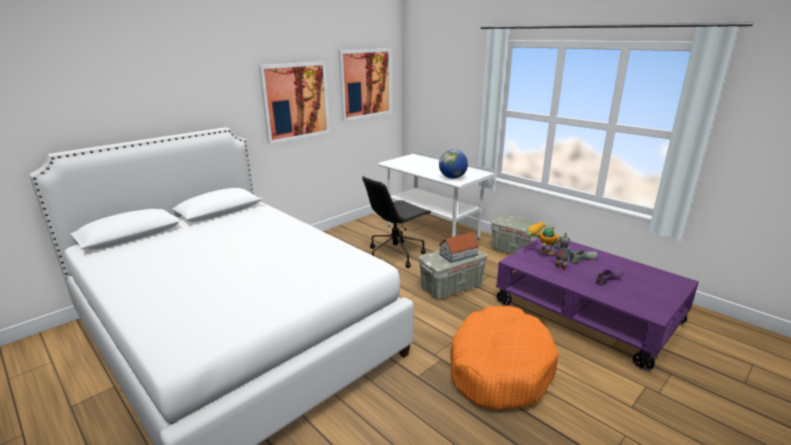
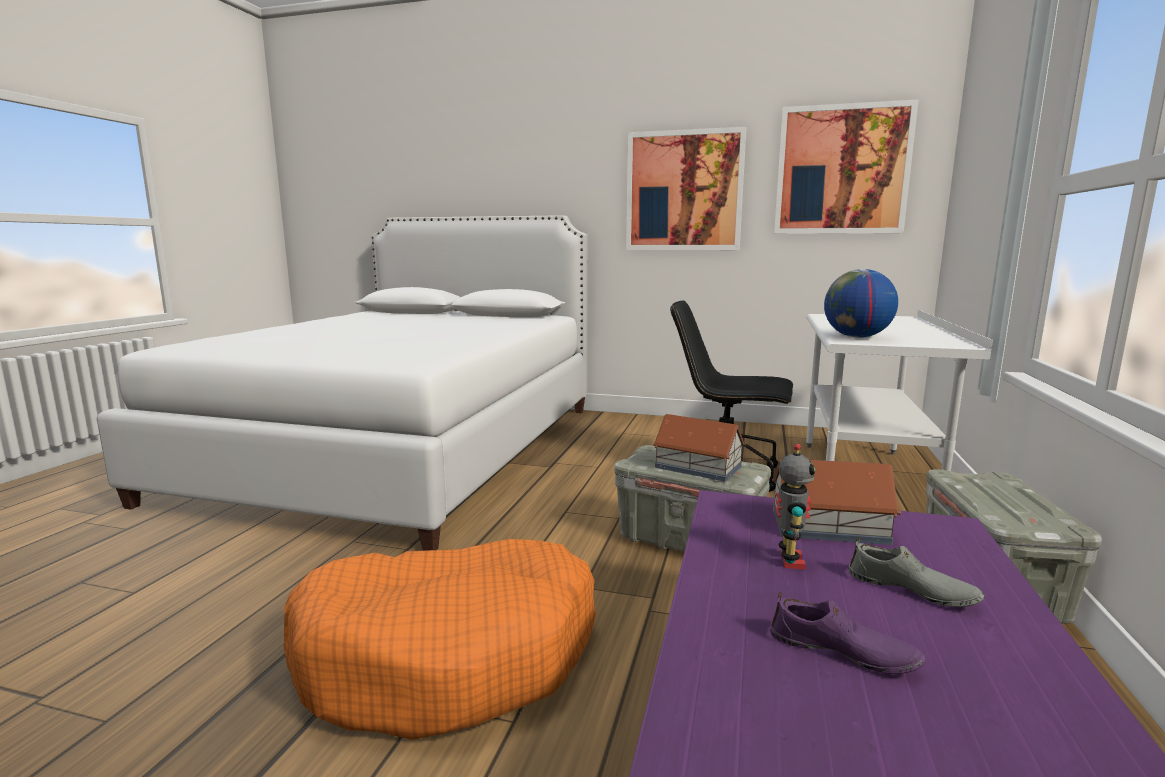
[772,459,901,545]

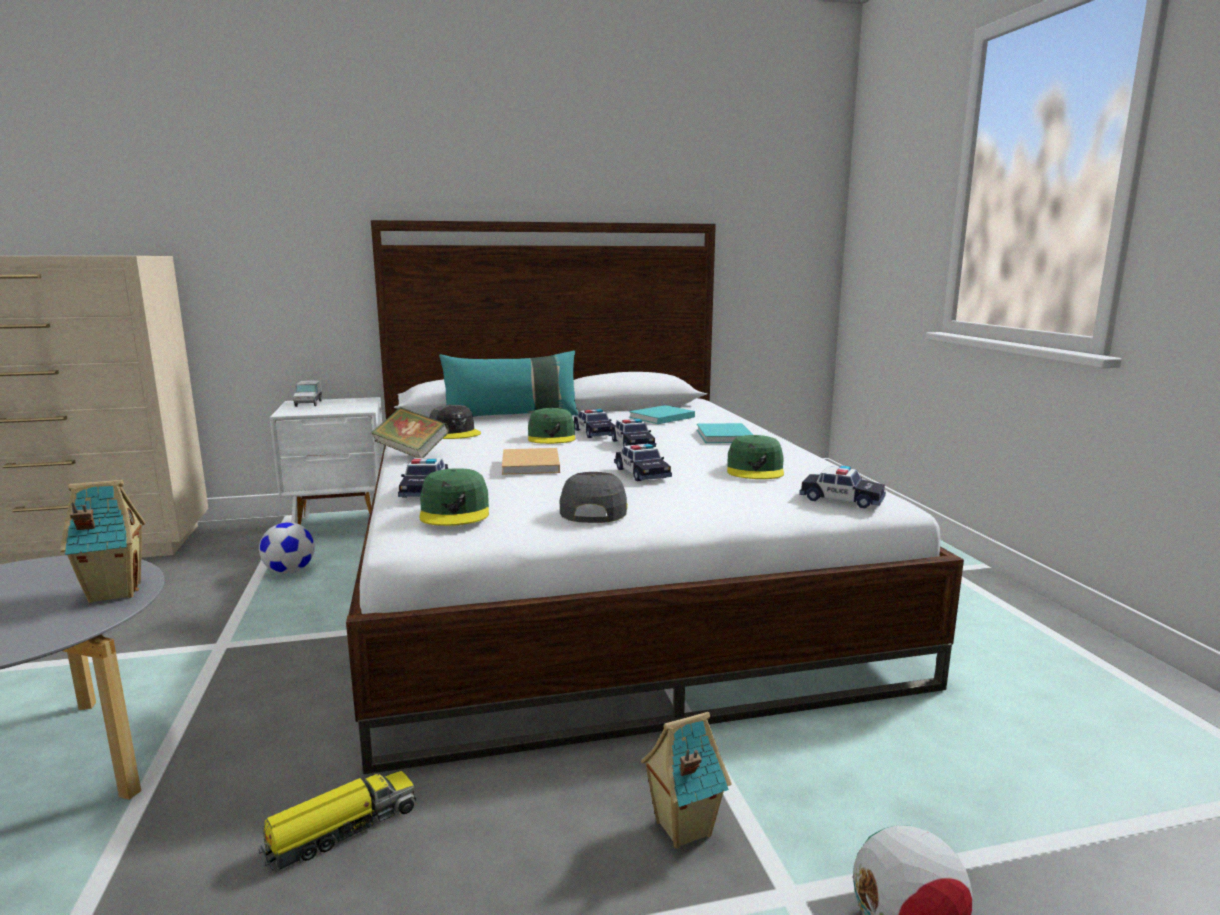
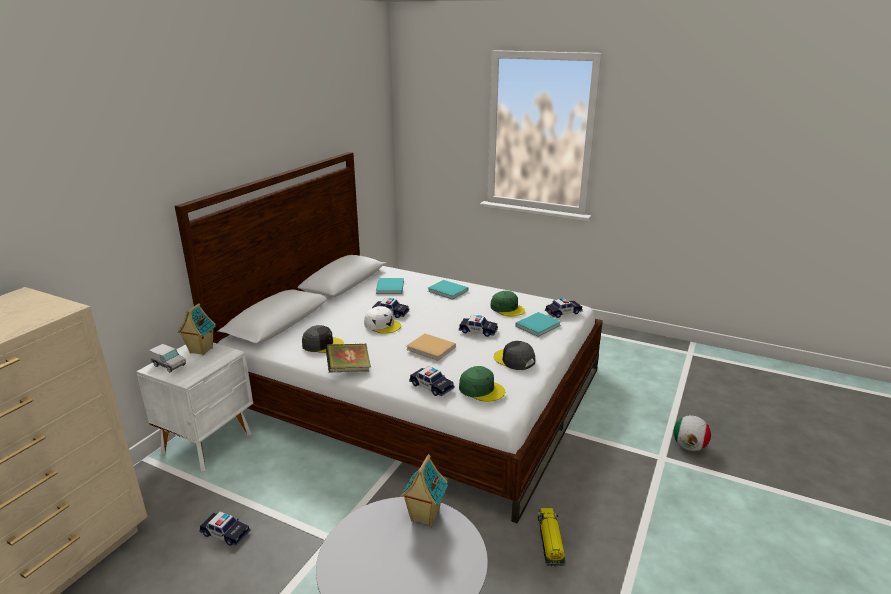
[259,523,315,574] (first image)
[439,350,578,417] (first image)
[515,312,561,337]
[199,511,251,546]
[178,303,216,356]
[364,306,401,334]

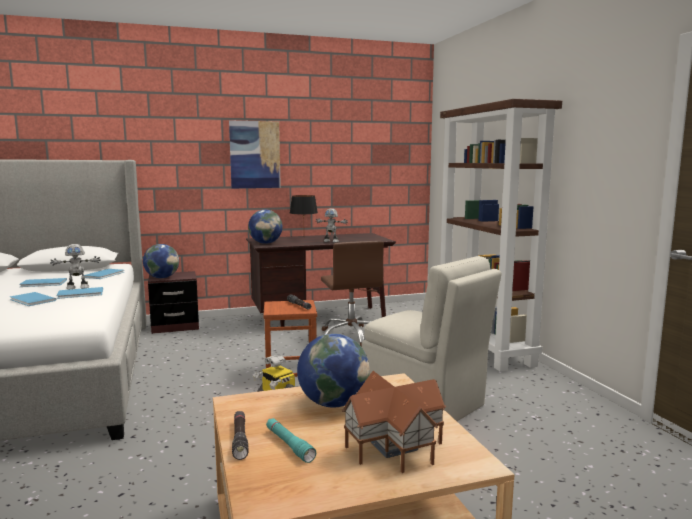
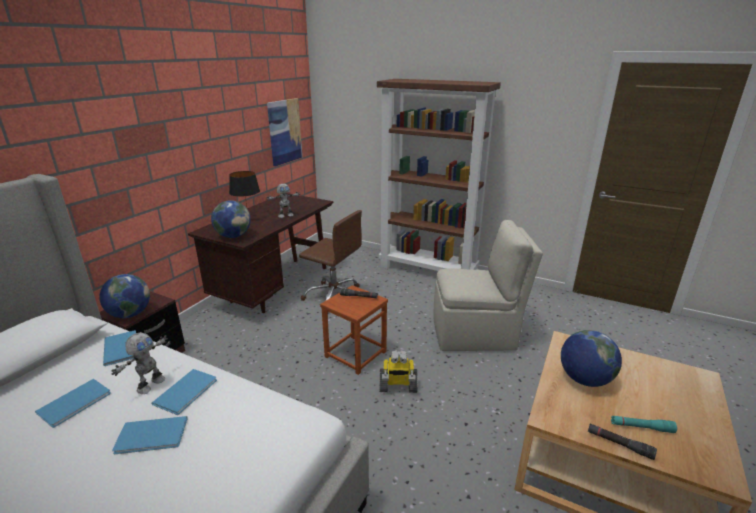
[342,371,446,473] (first image)
[267,98,302,166]

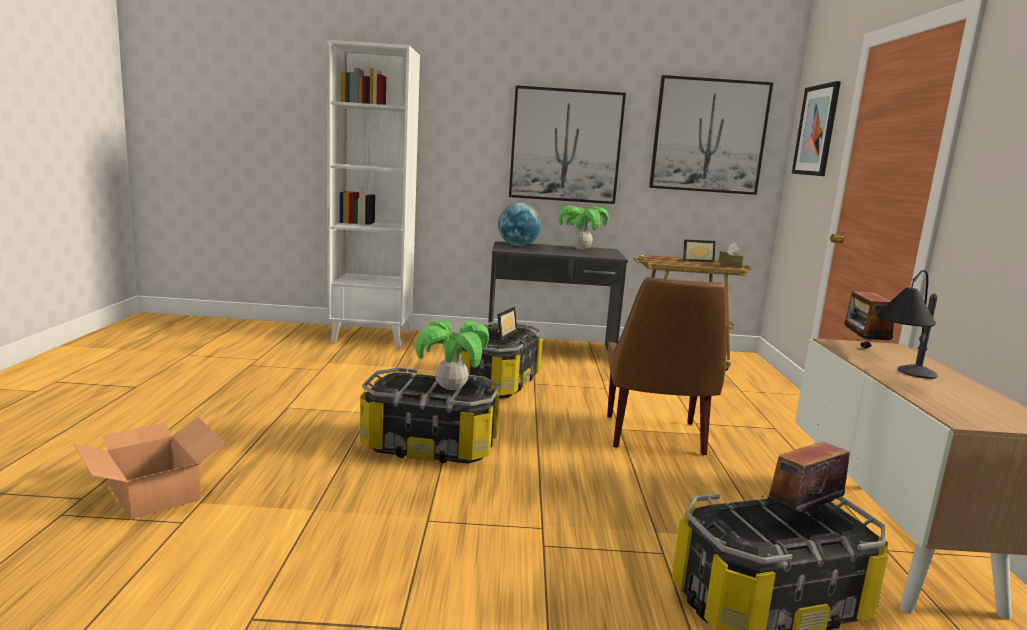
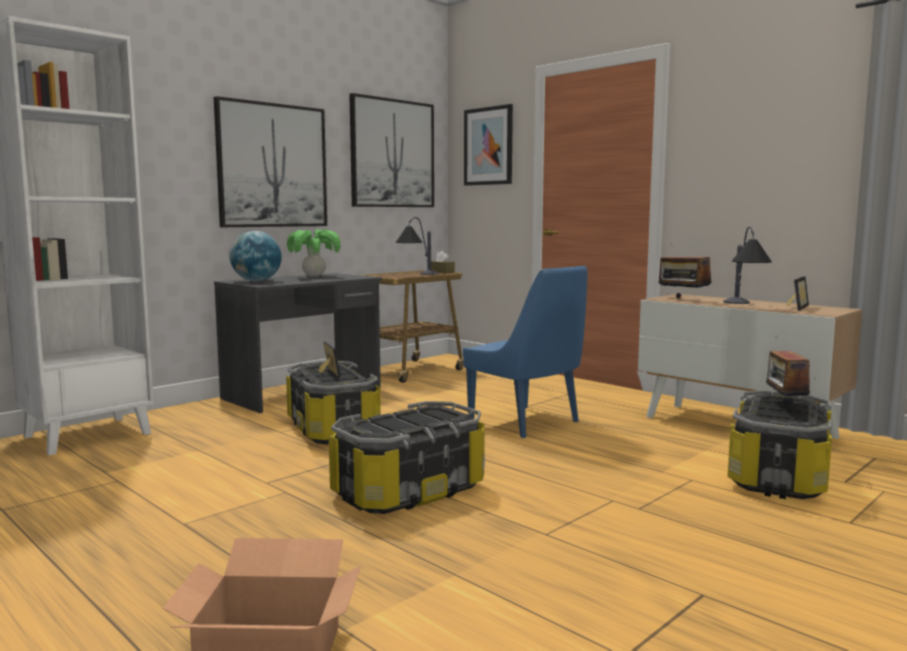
[415,320,489,390] (first image)
[396,217,438,275]
[786,276,809,311]
[463,266,588,438]

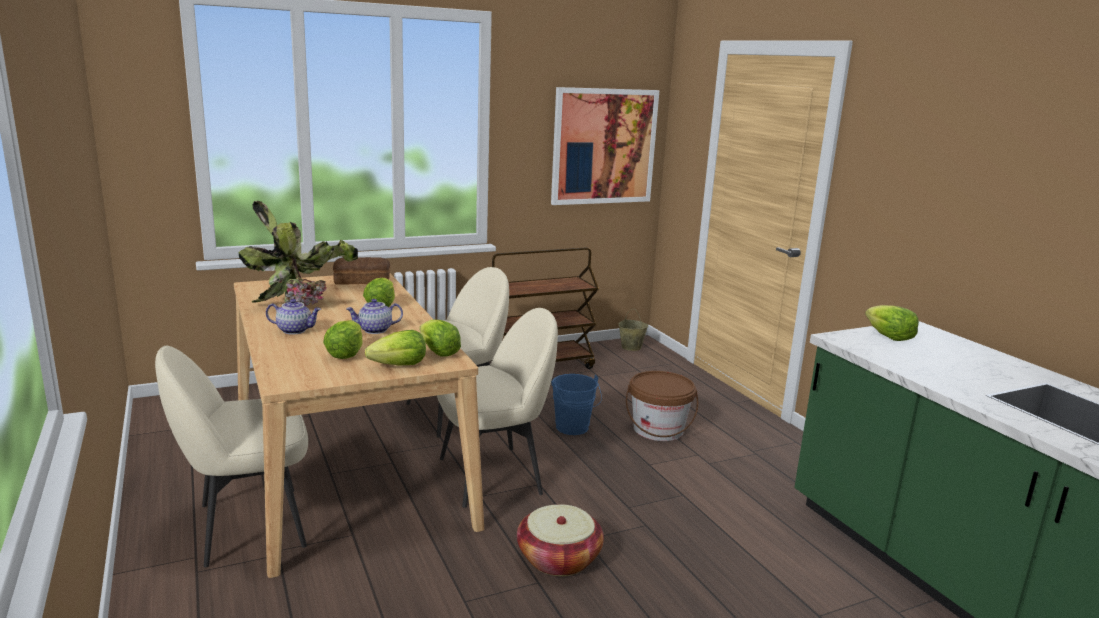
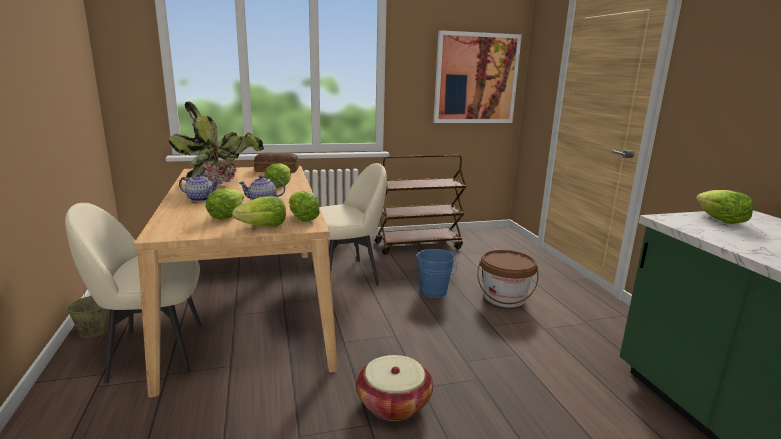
[437,308,558,508] (first image)
[66,287,110,338]

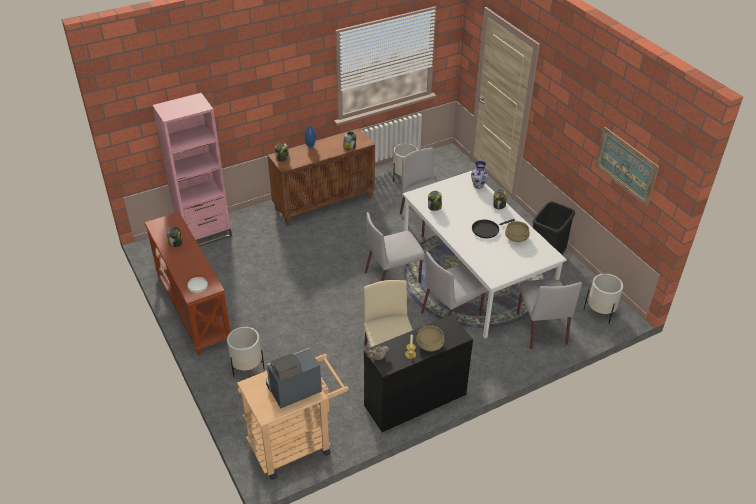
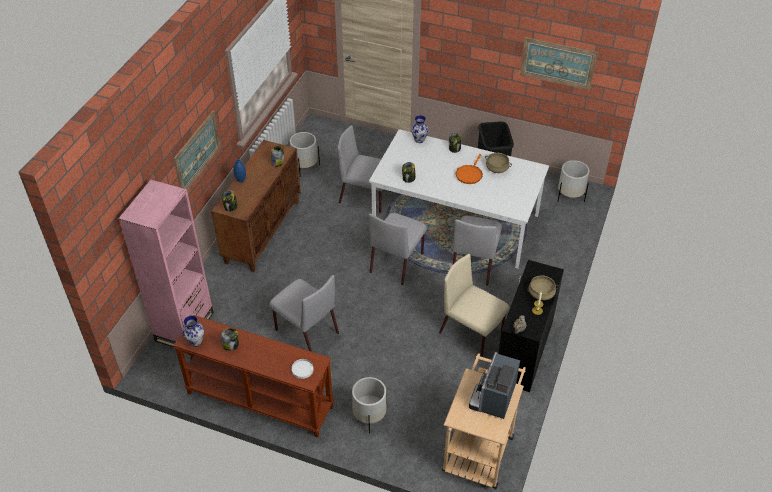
[173,111,221,191]
[182,315,204,347]
[269,275,339,352]
[456,154,483,184]

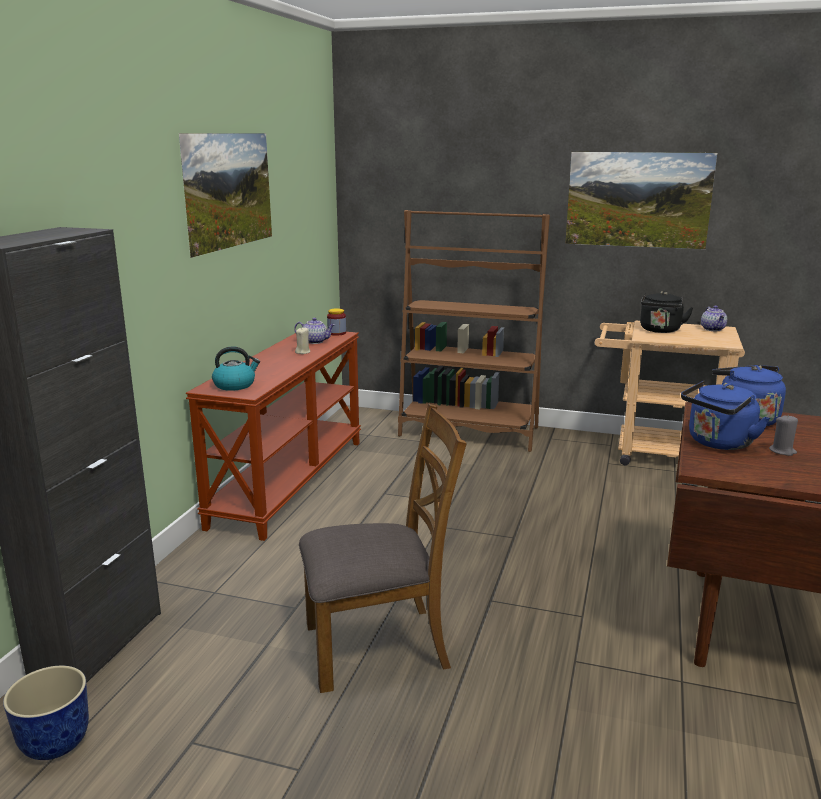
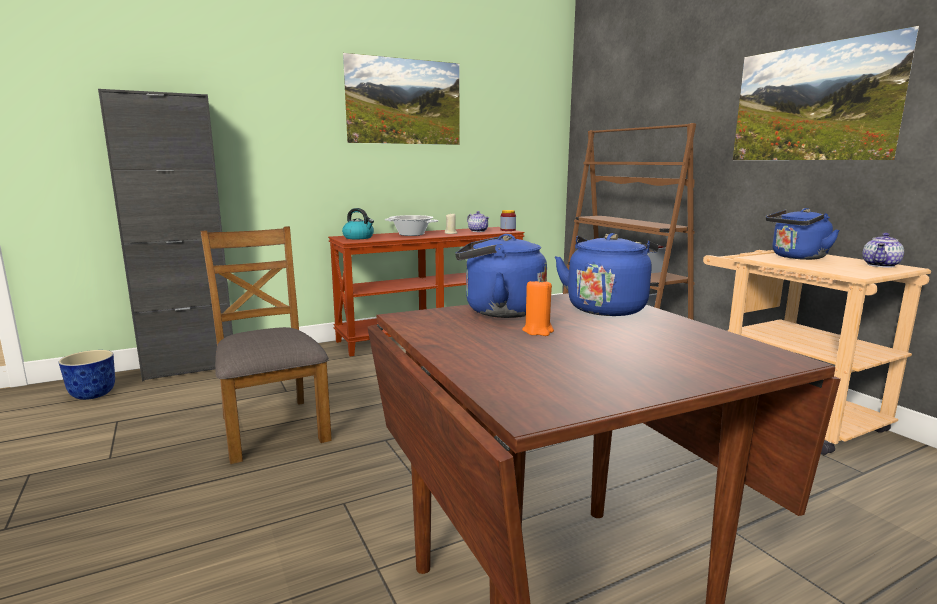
[385,215,438,236]
[766,208,840,260]
[522,278,554,336]
[201,226,332,464]

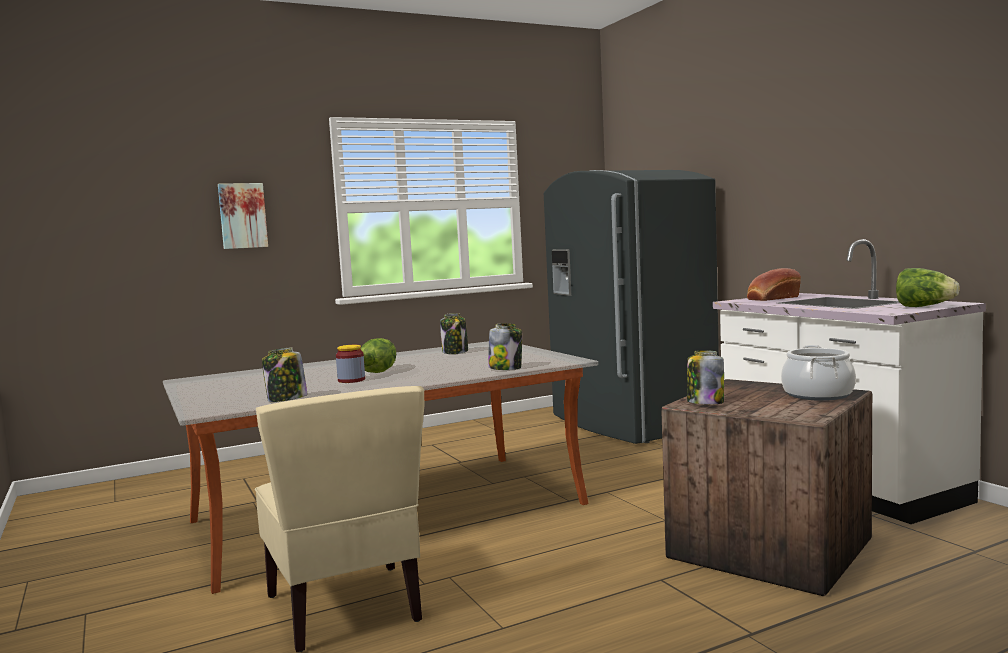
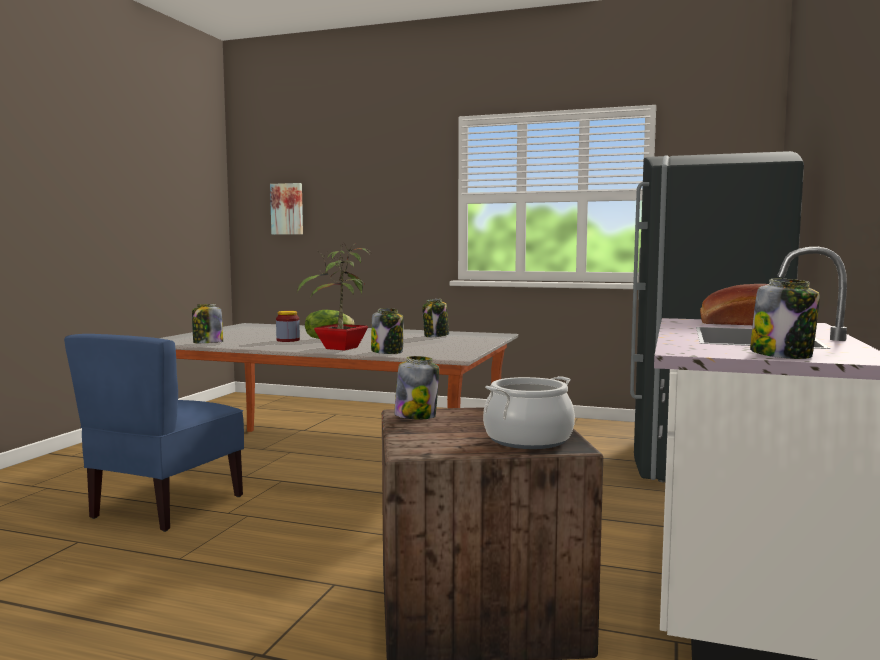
[297,243,371,351]
[270,183,303,235]
[750,279,820,359]
[64,334,244,532]

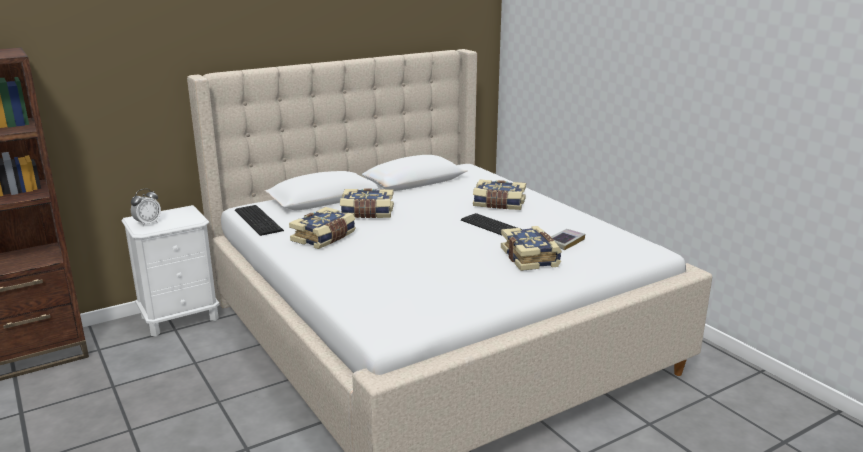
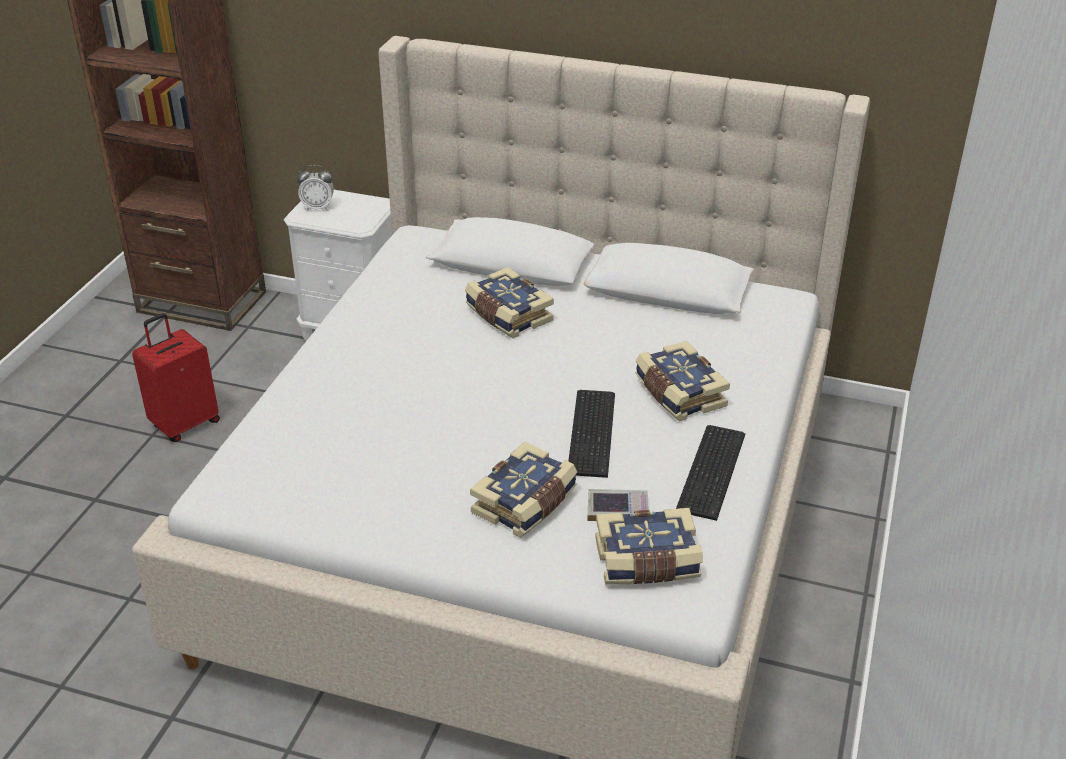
[132,313,220,442]
[676,425,745,521]
[595,508,703,584]

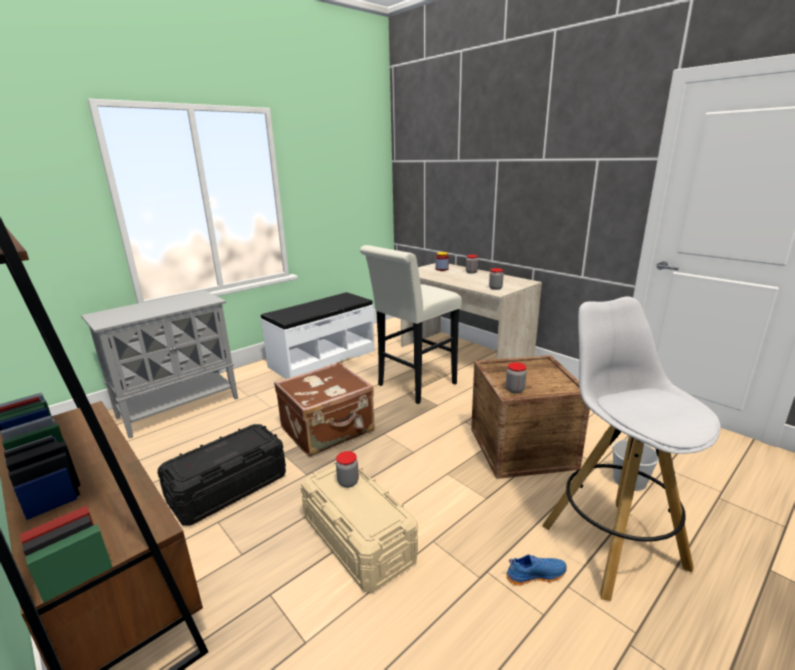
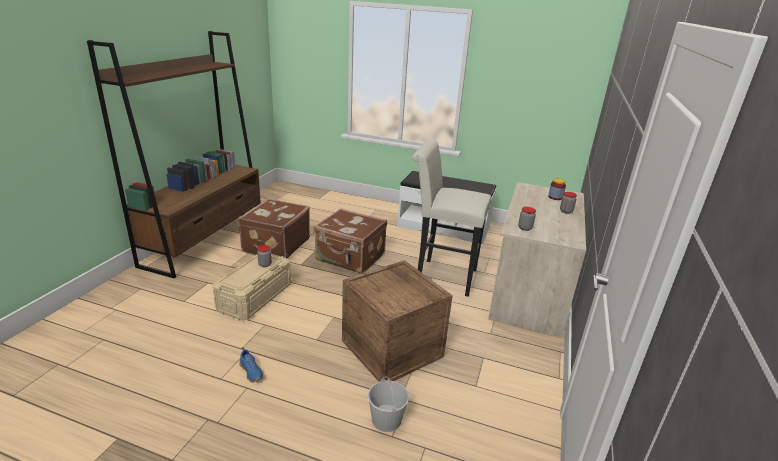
[81,290,238,439] (first image)
[506,362,526,394] (first image)
[542,296,720,601] (first image)
[238,198,310,259]

